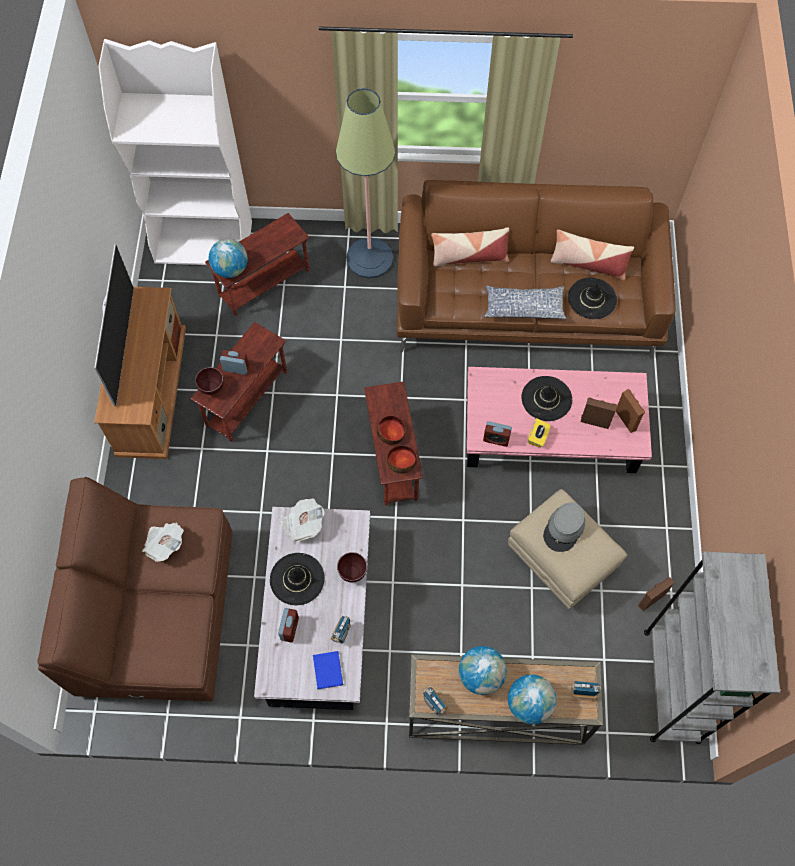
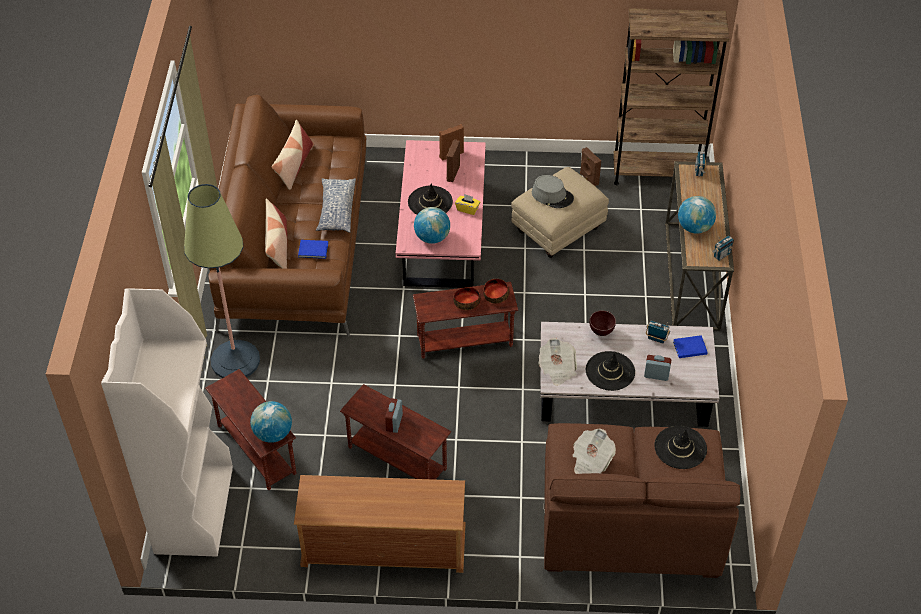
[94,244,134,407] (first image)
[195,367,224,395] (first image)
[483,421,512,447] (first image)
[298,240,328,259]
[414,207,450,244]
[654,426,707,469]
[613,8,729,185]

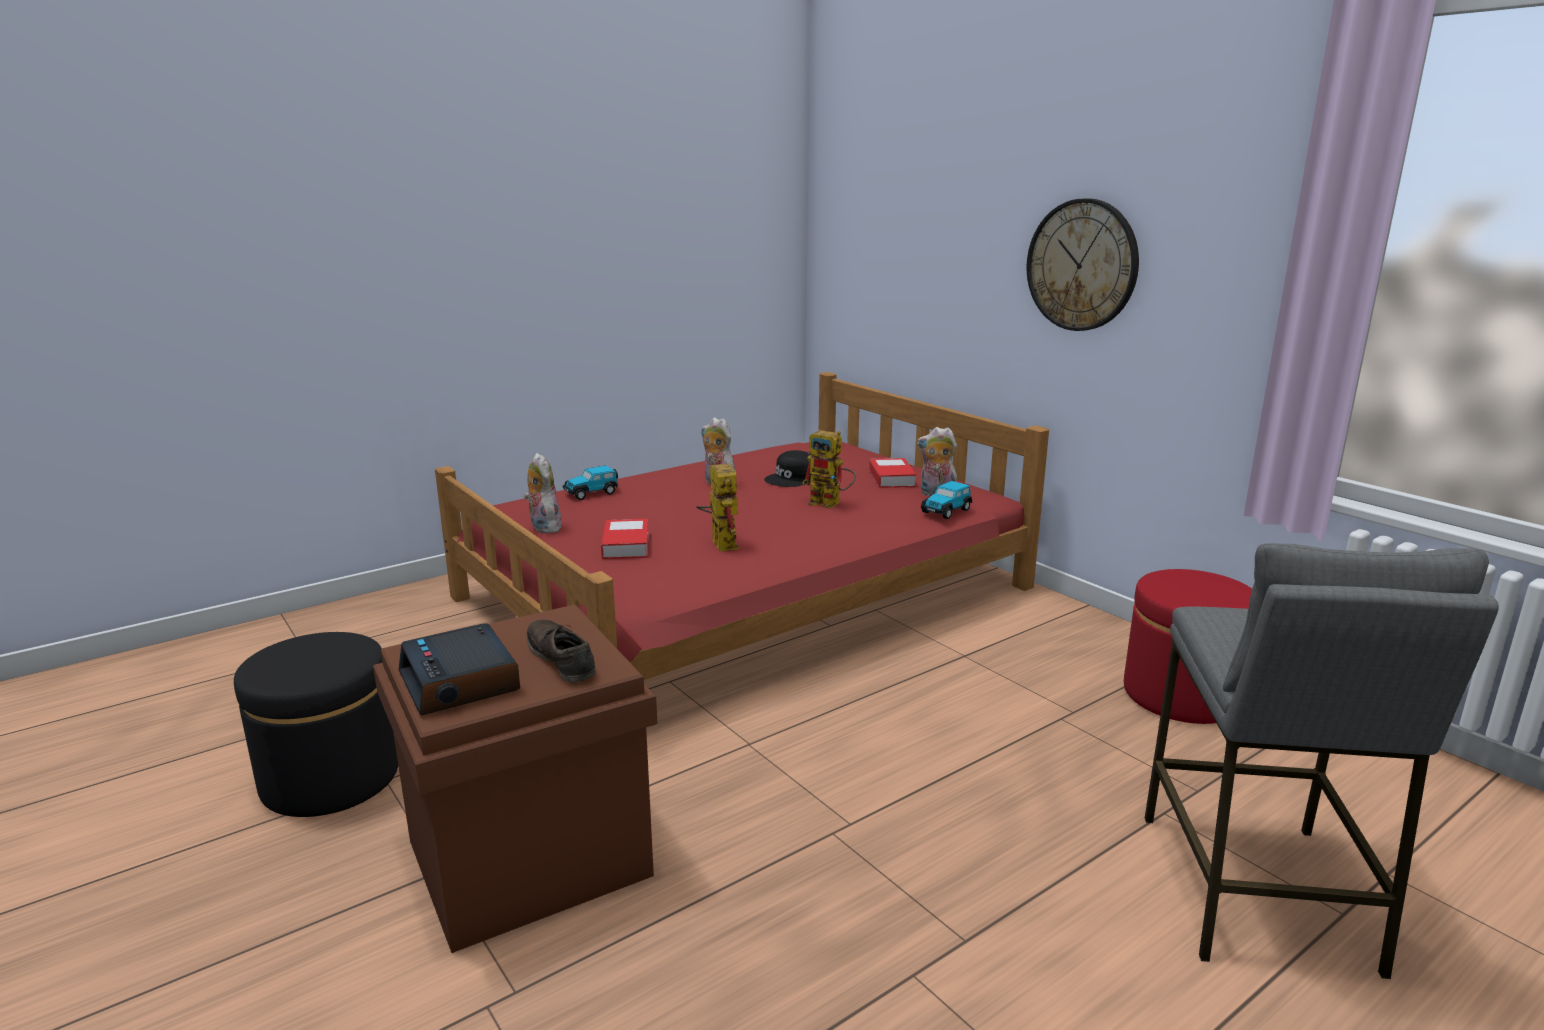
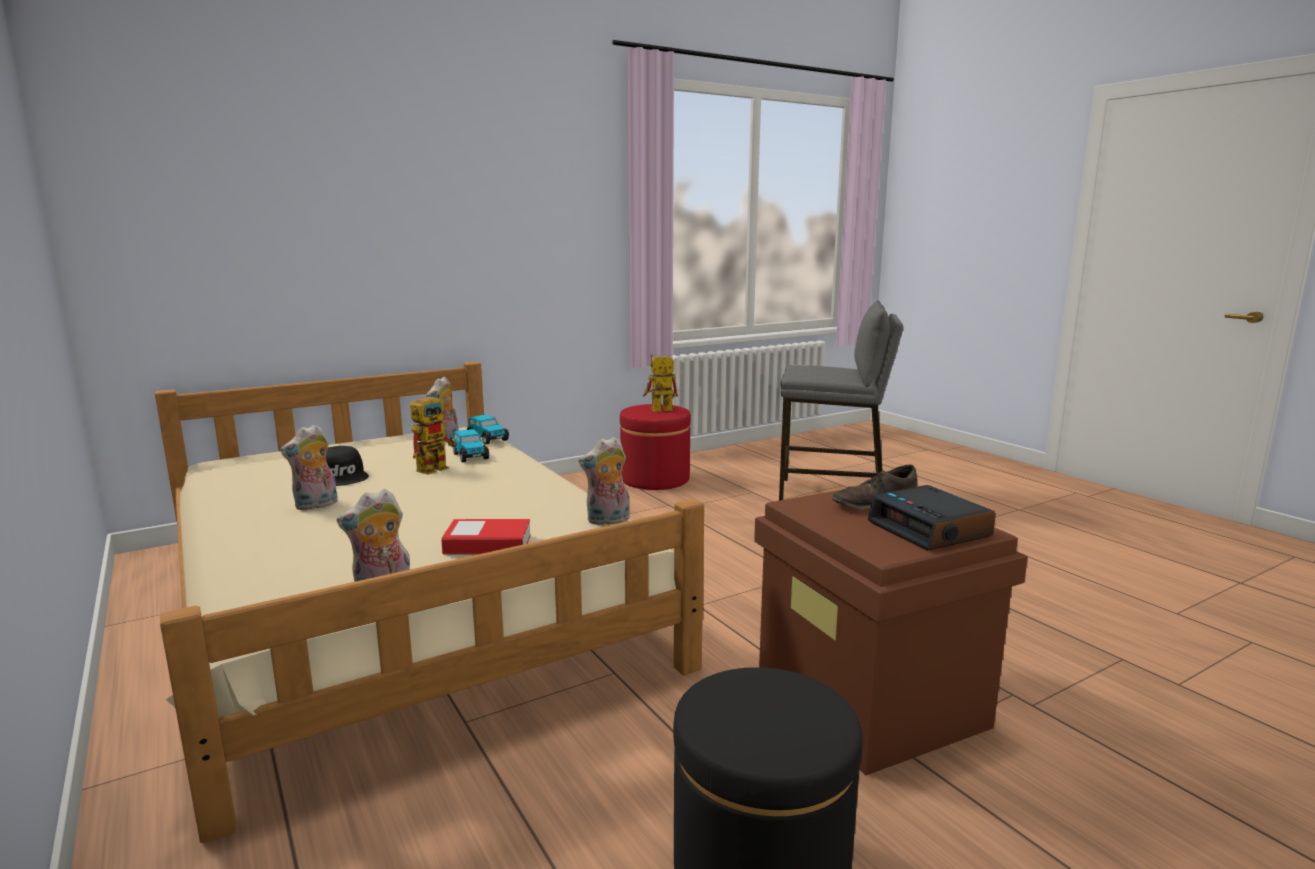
[869,458,916,488] (first image)
[1027,198,1139,331] (first image)
[579,437,629,526]
[453,429,489,463]
[643,354,678,412]
[155,362,704,843]
[868,485,996,551]

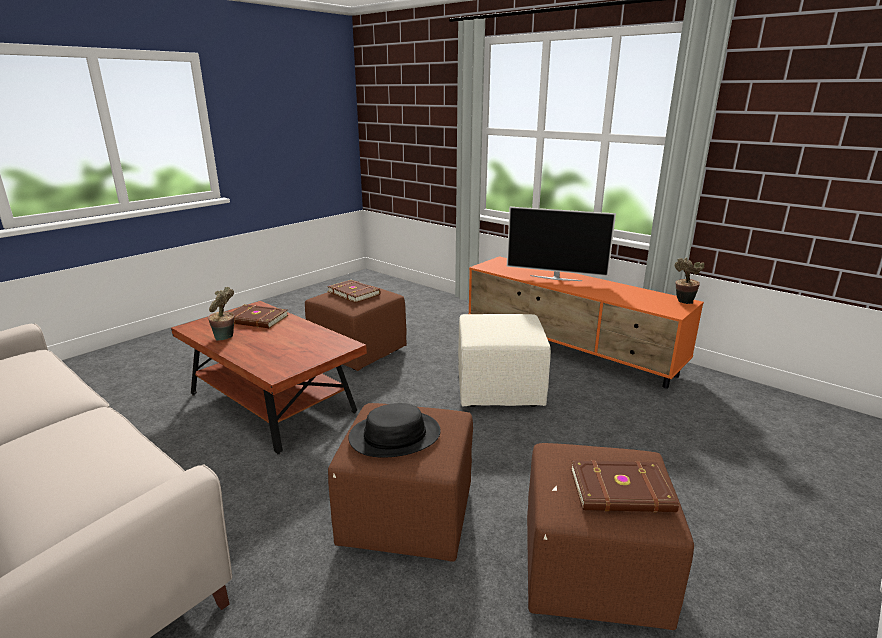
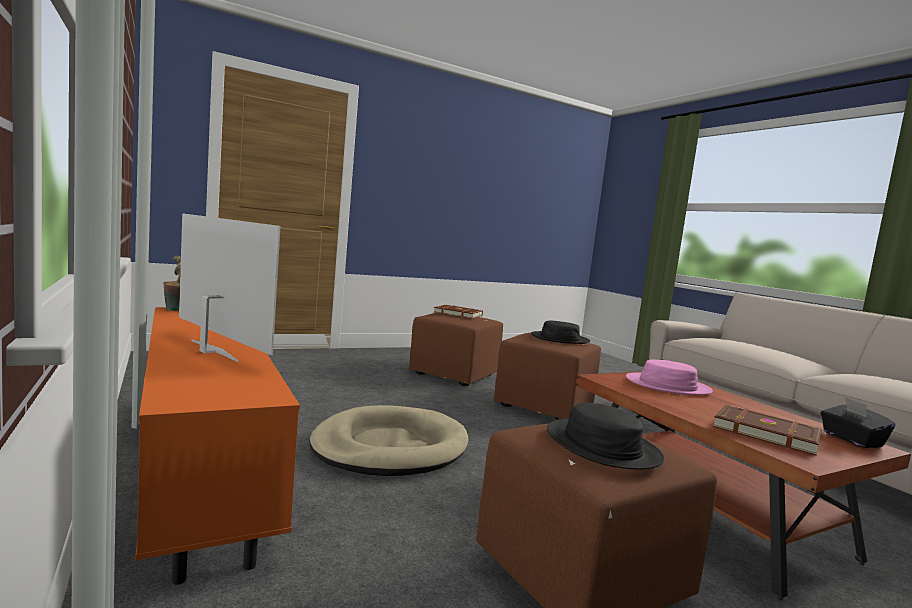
[208,287,234,340] (first image)
[626,360,713,395]
[821,397,895,448]
[547,403,664,470]
[309,405,468,476]

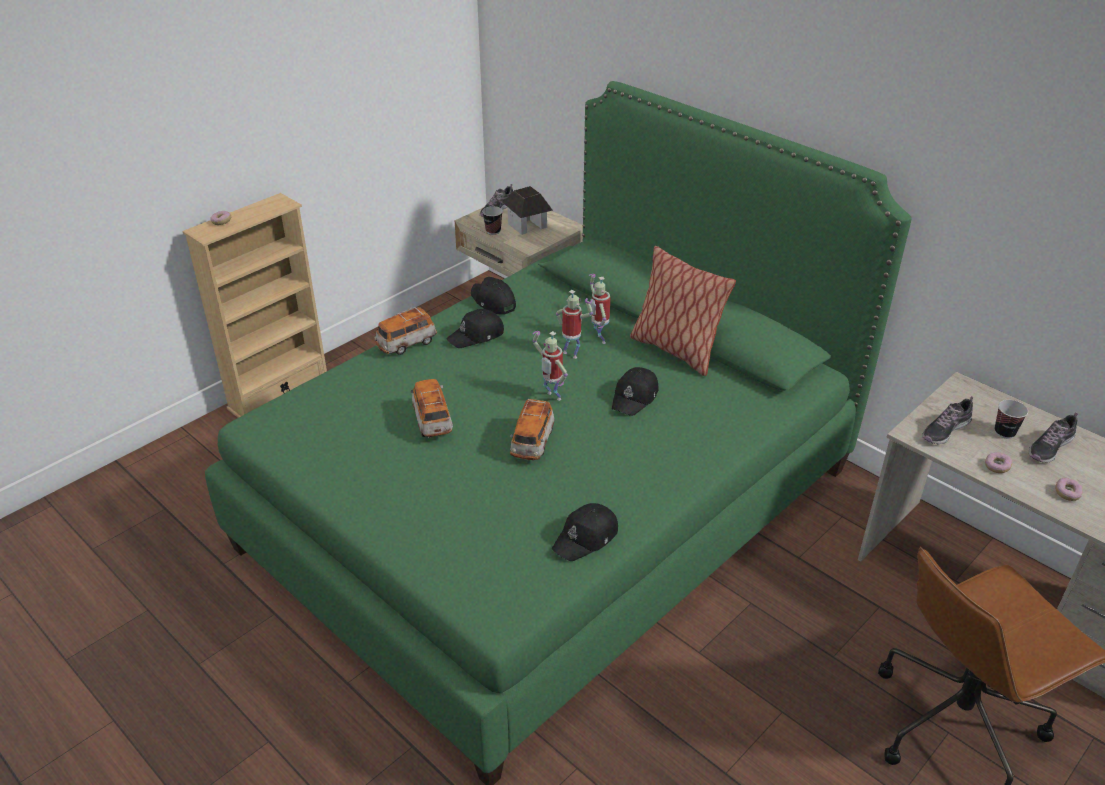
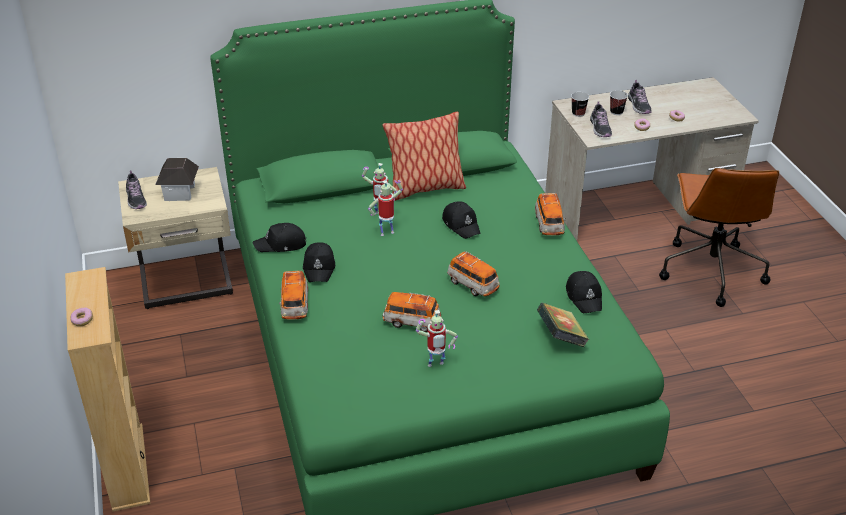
[535,193,566,235]
[537,303,590,347]
[571,92,589,117]
[416,310,458,367]

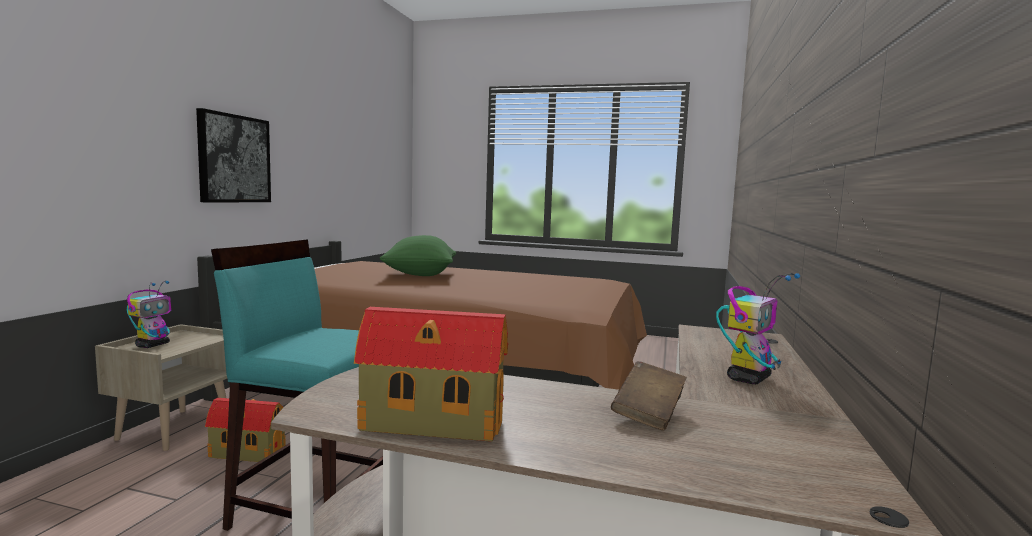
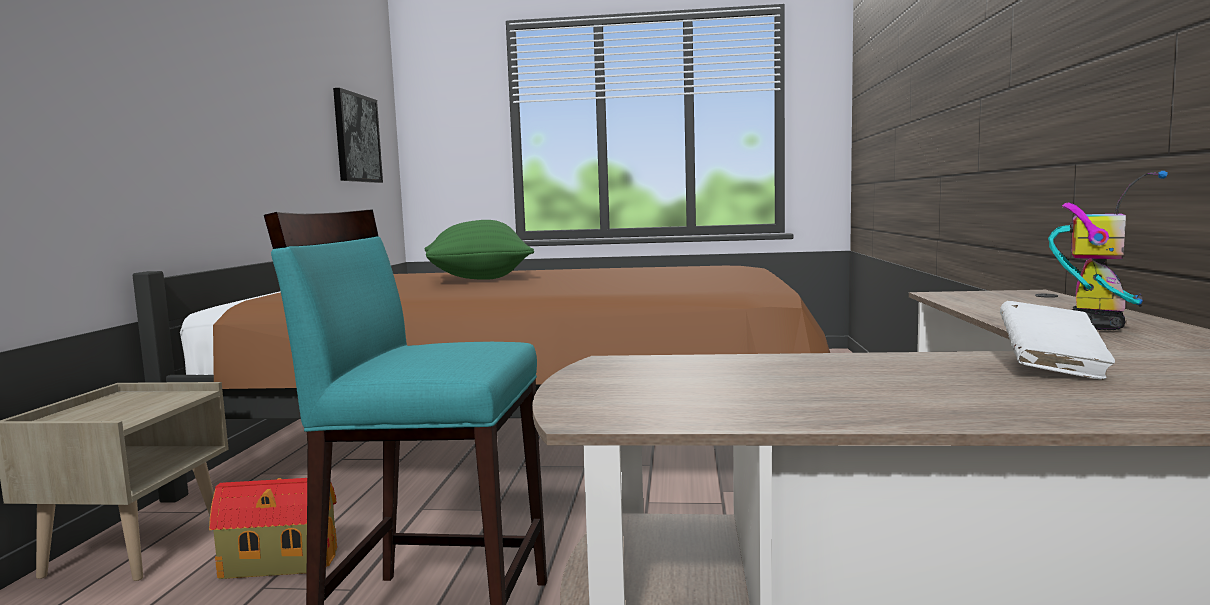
[127,281,171,348] (first image)
[354,307,508,442] (first image)
[333,88,383,183]
[1000,301,1115,380]

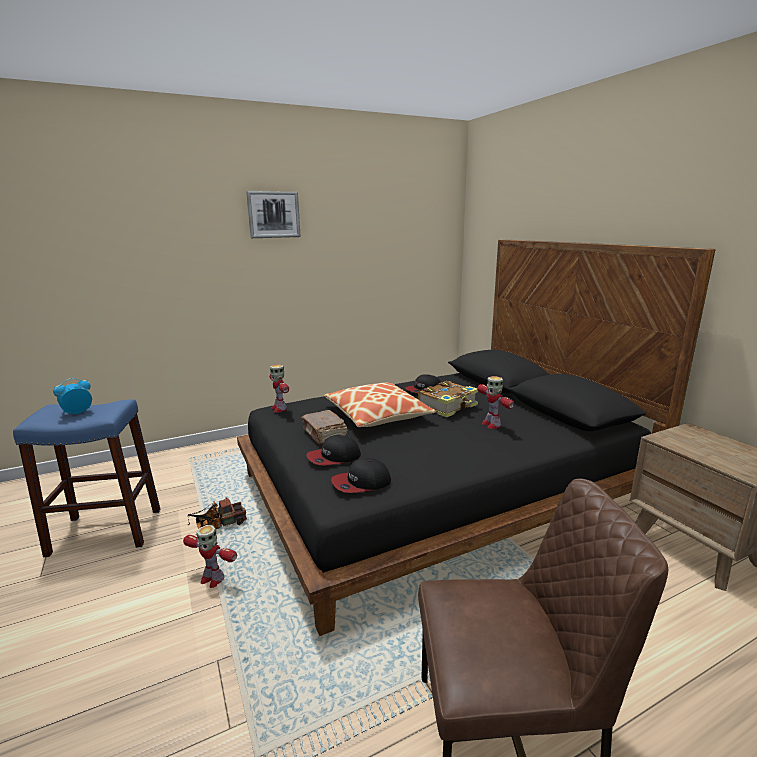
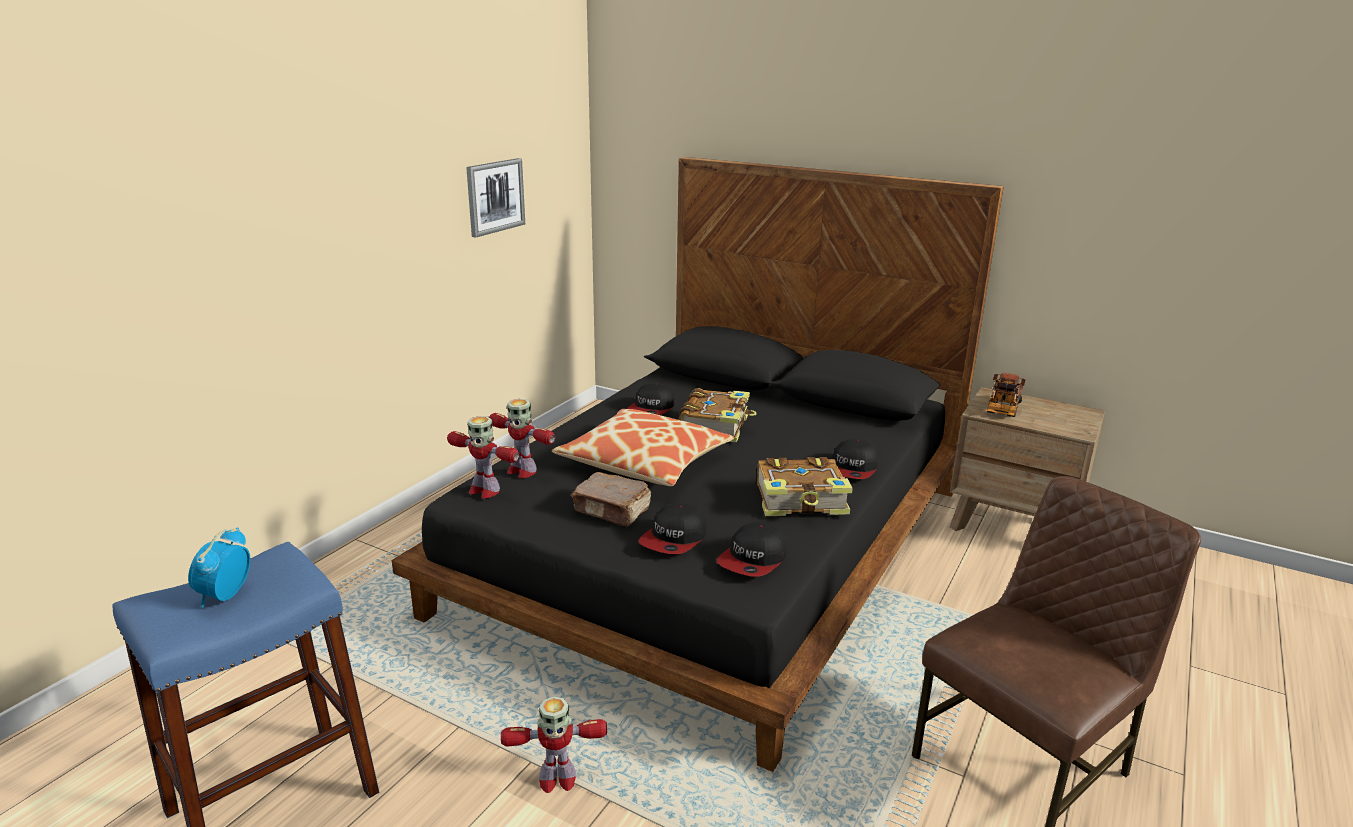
[757,457,853,516]
[832,439,878,479]
[987,373,1026,417]
[466,158,525,238]
[489,399,555,478]

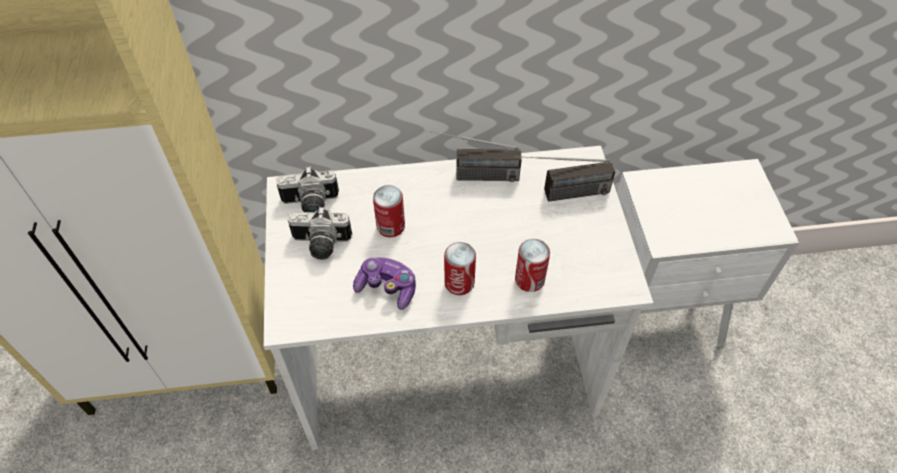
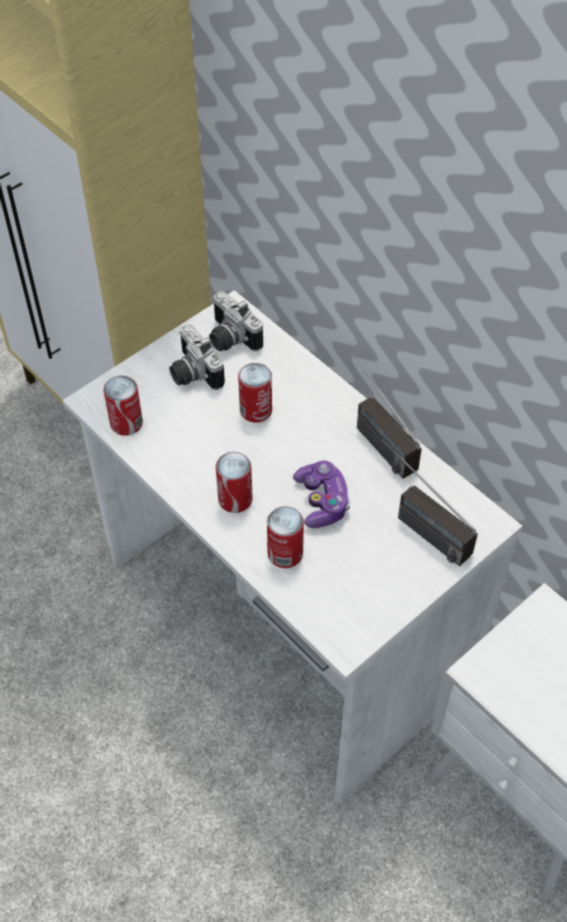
[103,376,143,436]
[293,460,351,528]

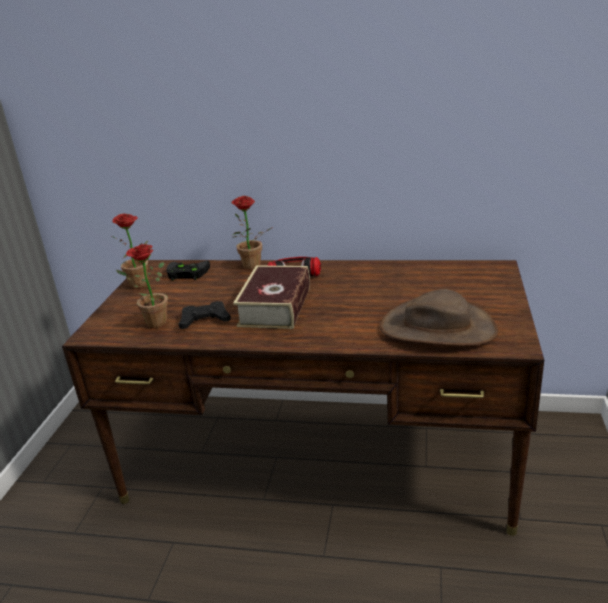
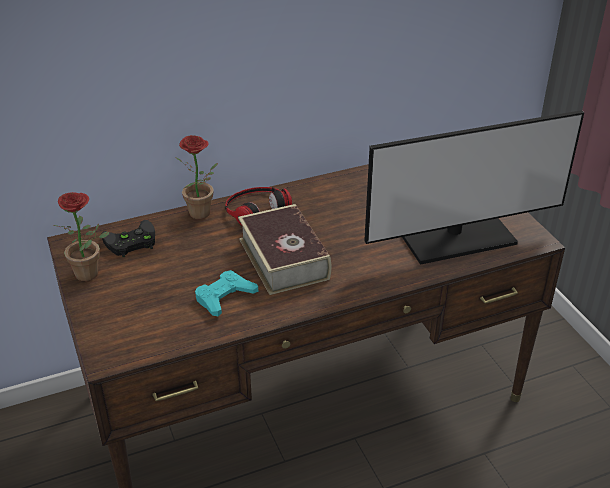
[116,244,168,329] (first image)
[364,110,584,265]
[195,270,258,316]

